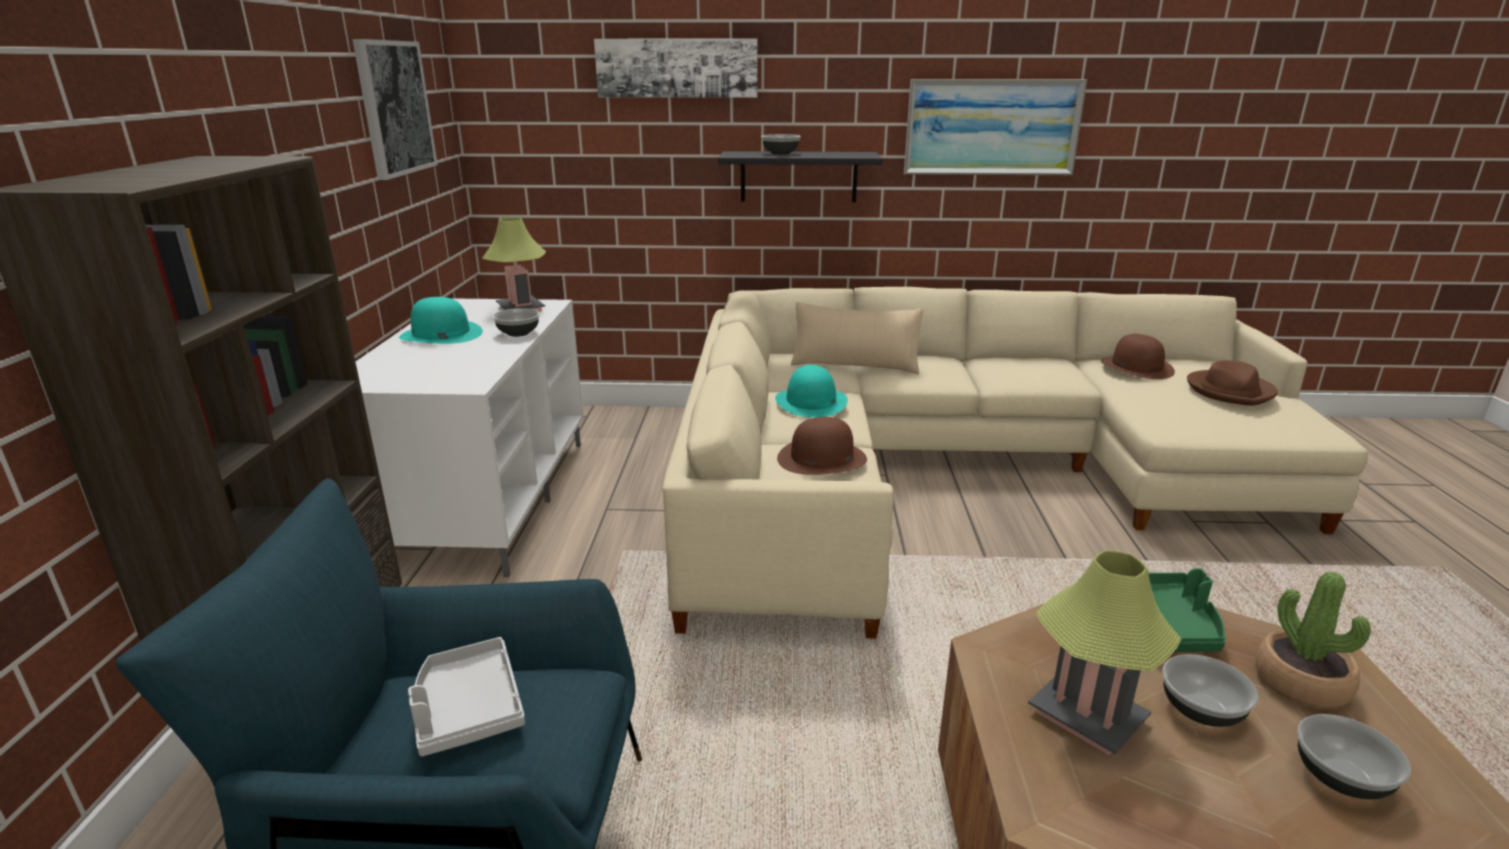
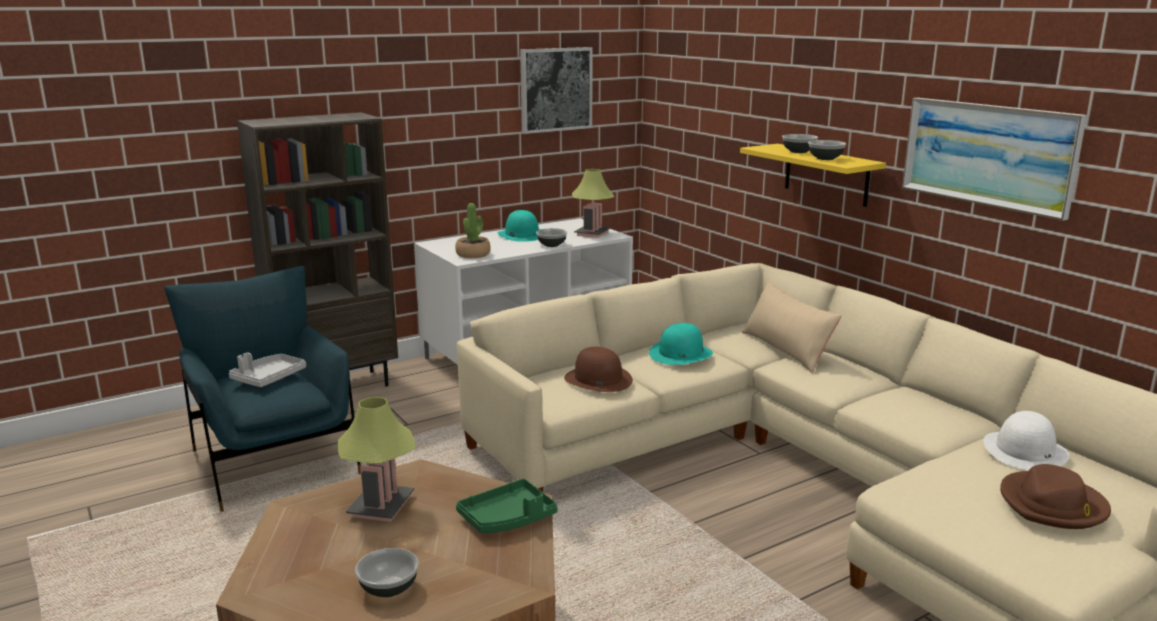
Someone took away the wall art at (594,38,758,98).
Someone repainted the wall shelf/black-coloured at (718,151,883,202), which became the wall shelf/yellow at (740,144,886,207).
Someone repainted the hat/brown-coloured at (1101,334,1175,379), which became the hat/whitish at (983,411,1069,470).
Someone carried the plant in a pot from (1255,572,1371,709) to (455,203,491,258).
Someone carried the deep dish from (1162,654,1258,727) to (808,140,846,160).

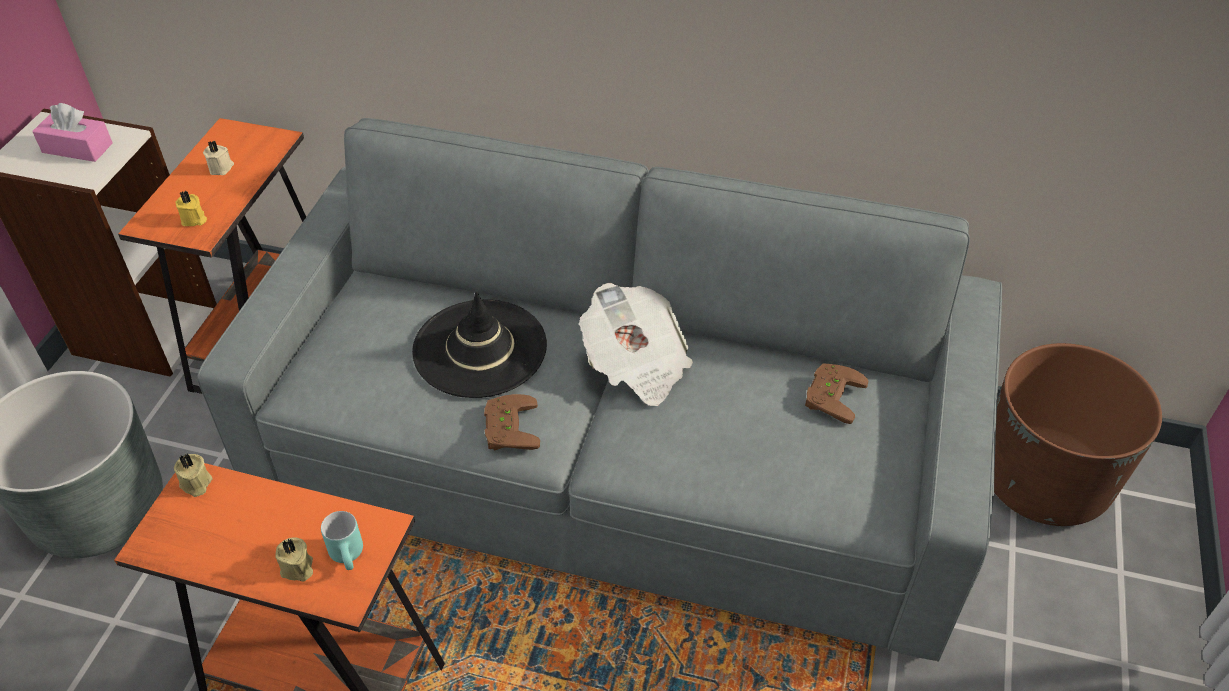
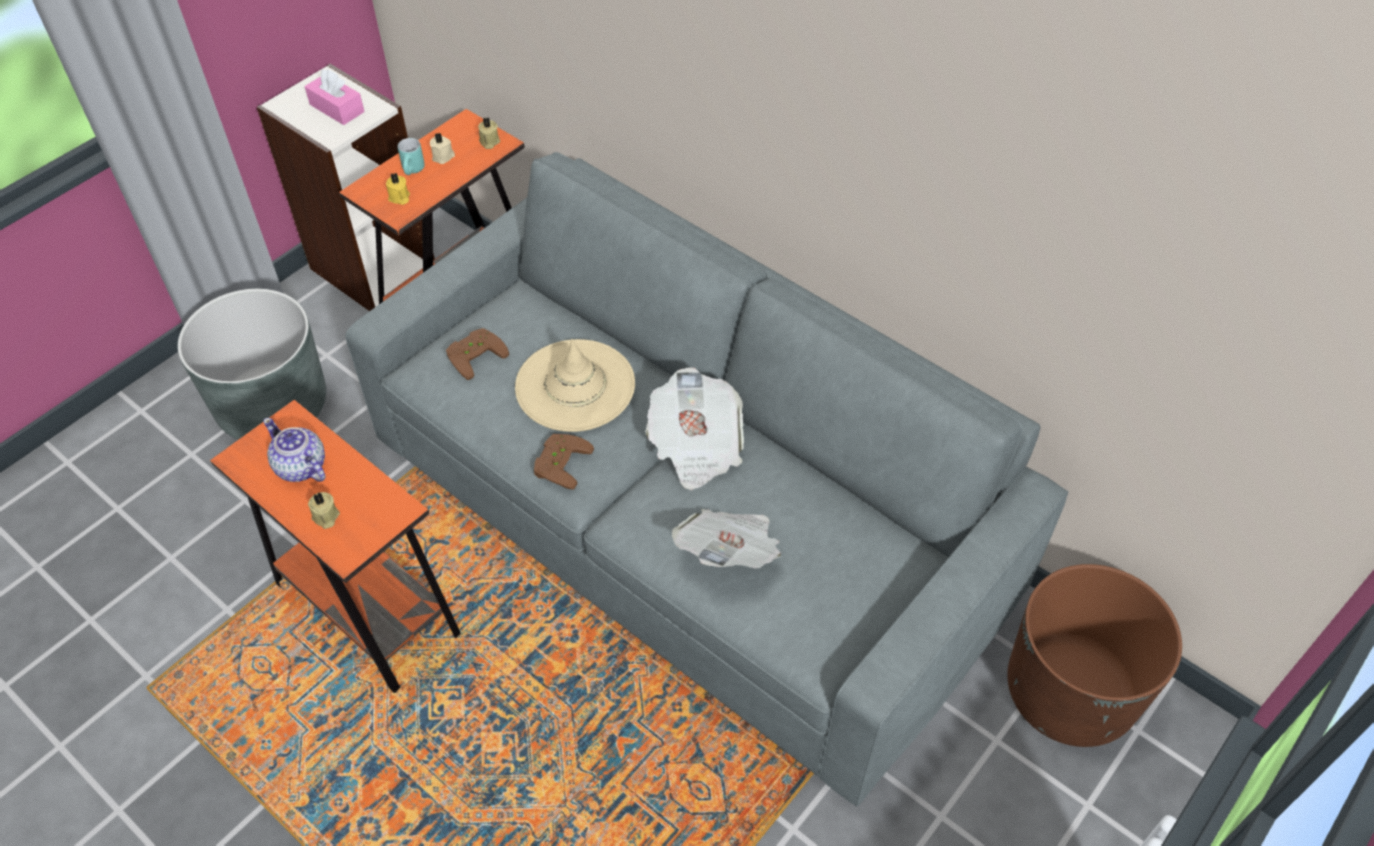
Someone repainted the hat/black-coloured at (412,291,547,398), which became the hat/beige-coloured at (515,339,635,432).
Someone carried the gamepad/brown-coloured from (805,363,868,424) to (446,328,509,380).
Someone carried the candle/beige-coloured from (174,453,212,497) to (478,117,500,149).
Someone carried the tea mug/turquoise-coloured from (321,511,363,570) to (398,138,425,175).
Someone put down the pot for tea at (263,418,326,482).
Someone put down the daily paper at (672,509,781,568).

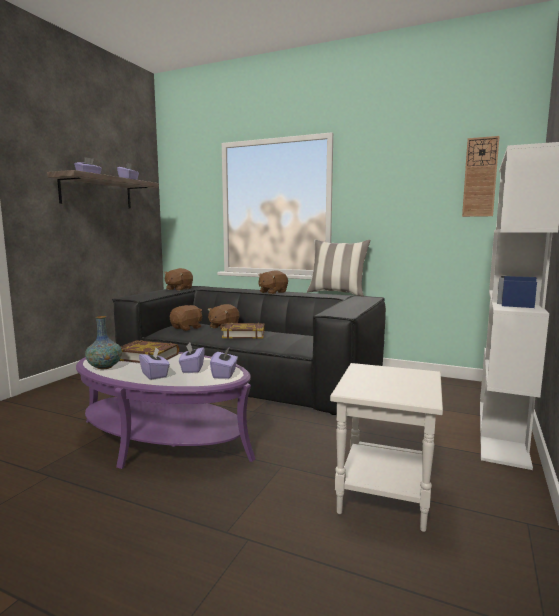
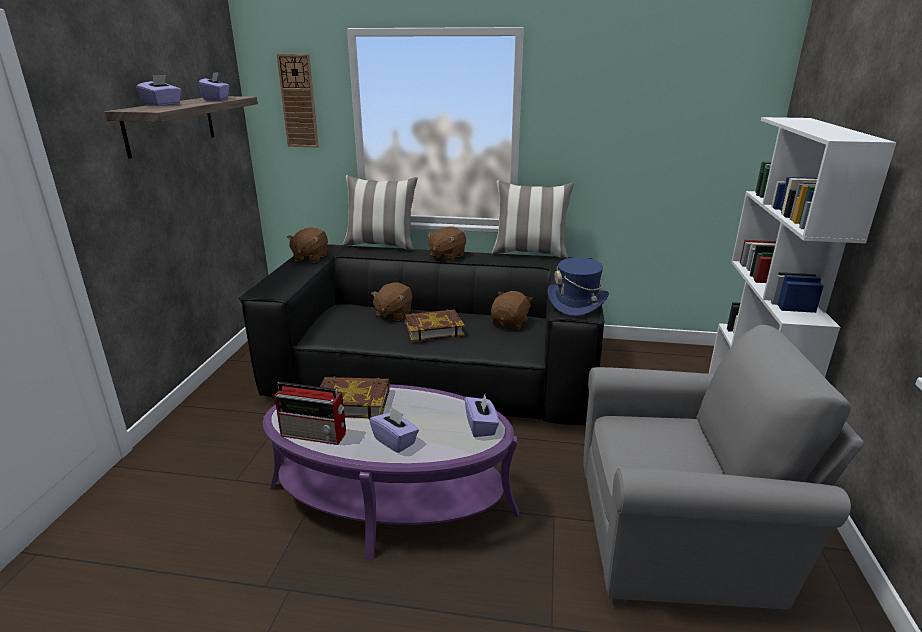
Someone carried the clock on the wall from (462,136,500,217) to (277,54,319,147).
Someone carried the cuddly toy/brown-coloured from (170,305,202,331) to (491,291,533,330).
Someone swapped the decorative vase at (85,316,122,369) for the radio receiver at (274,382,346,445).
Someone took away the tissue box/purplish at (179,343,205,373).
Someone swapped the end table/whitish at (330,363,443,532) for the easy chair/grey at (583,325,864,614).
Someone put down the pillow at (343,175,417,251).
Someone put down the hat/bluish at (548,257,609,316).

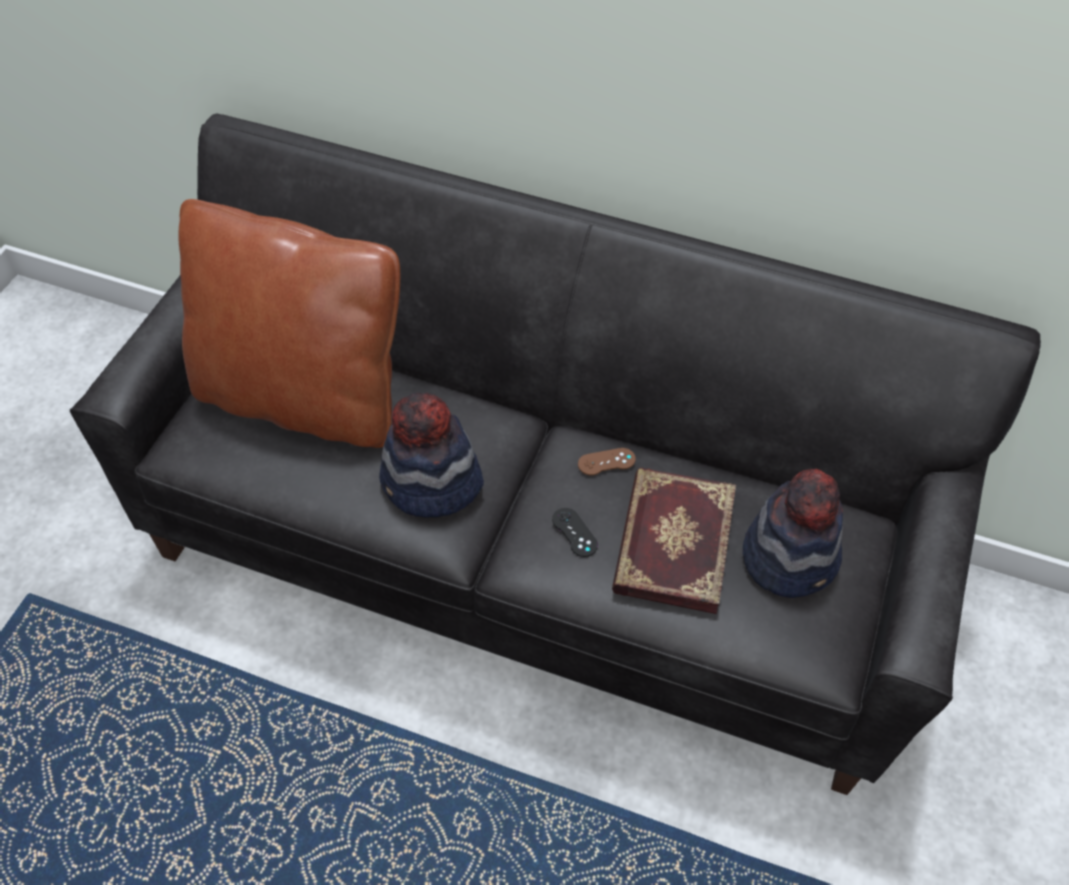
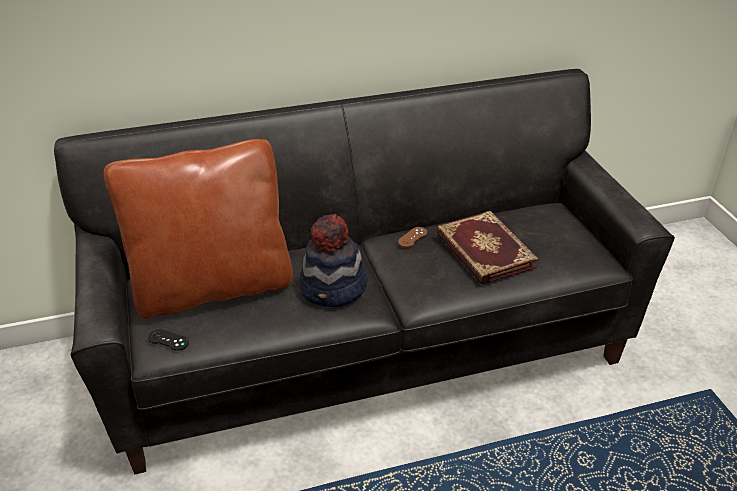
Someone took away the hat at (743,469,843,598).
Someone carried the gamepad/black-coloured from (552,508,598,557) to (148,329,189,351).

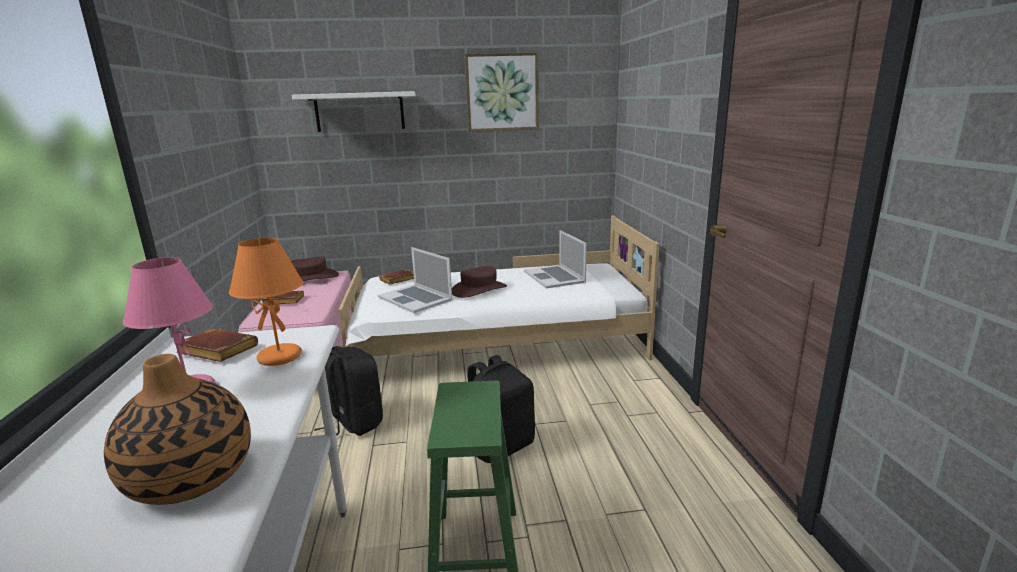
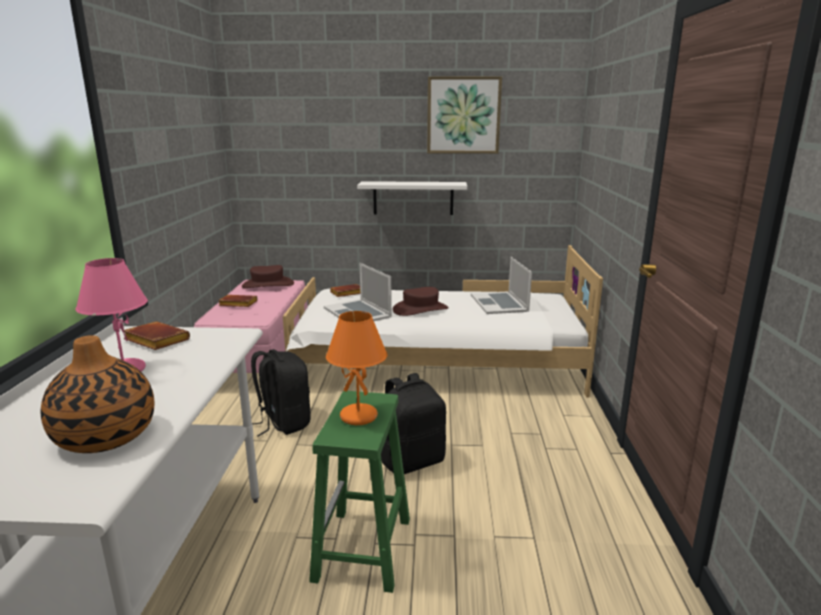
Someone carried the wall shelf/whitish from (292,91,416,132) to (357,181,467,215).
Someone carried the lamp for a table/orange-coloured from (229,237,303,366) to (326,311,387,425).

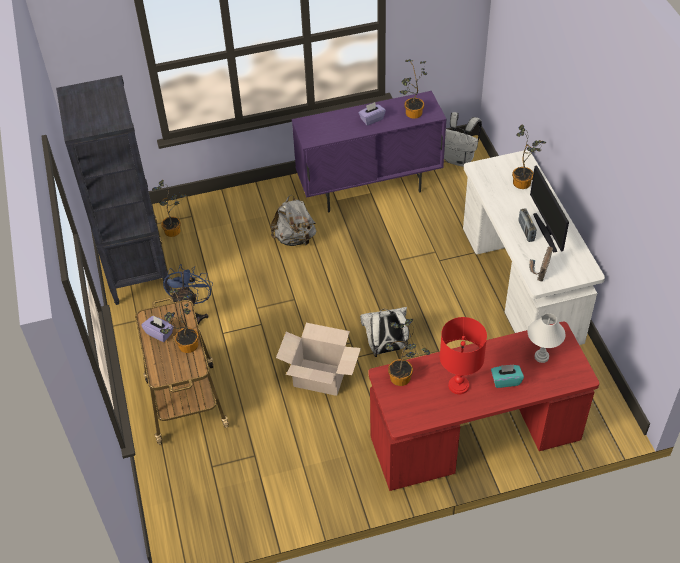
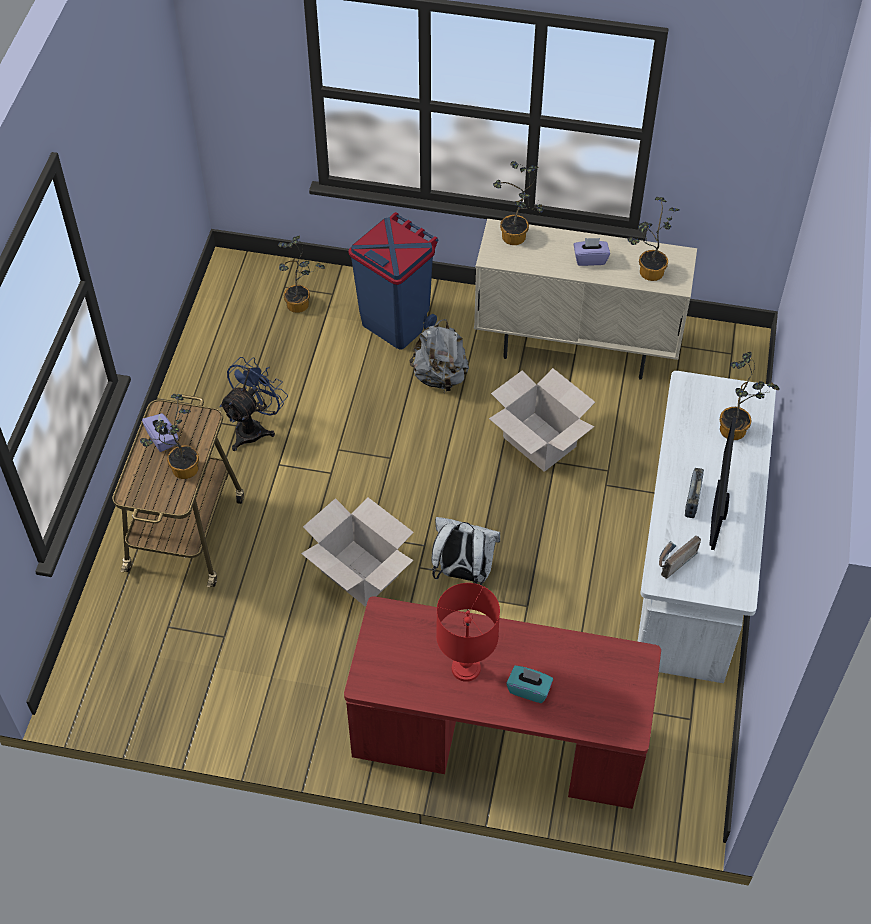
Someone took away the bookcase/black-coloured at (56,75,171,305).
Someone repainted the cupboard/purplish at (292,91,447,212), which became the cupboard/beige-coloured at (474,219,697,380).
Someone took away the backpack/whitish at (444,112,482,167).
Someone took away the lamp for a table/whitish at (528,313,565,363).
Someone carried the plant in a pot from (385,319,430,386) to (493,161,544,245).
Someone put down the trash can/bluish at (348,212,438,349).
Someone put down the cardboard box at (489,368,595,472).

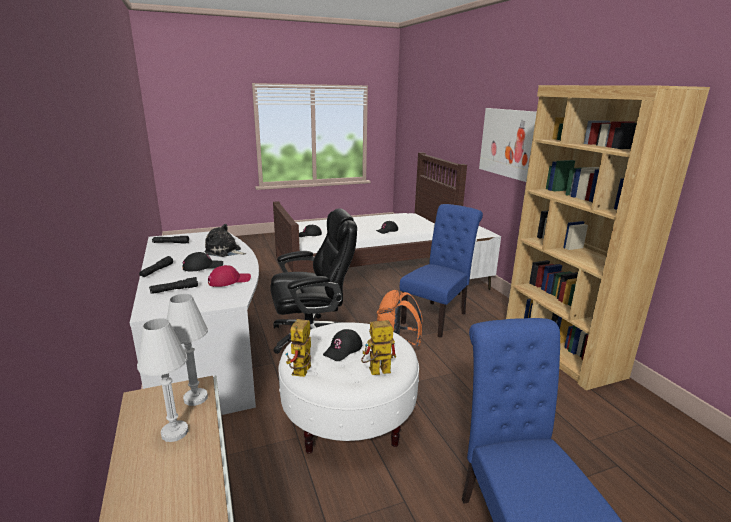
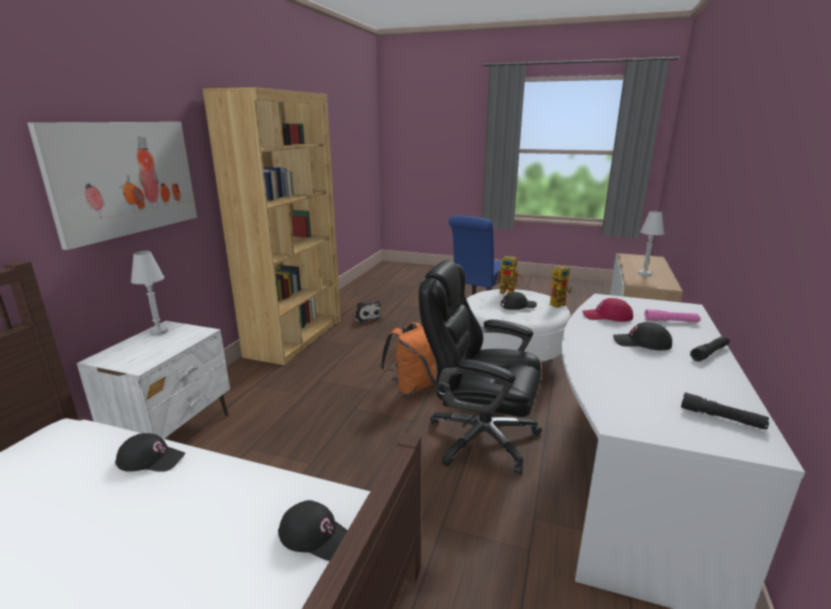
Someone took away the upright chair/bluish at (400,204,483,338).
Someone carried the cuddly toy from (204,224,246,257) to (354,301,381,323).
Someone repainted the hand torch/black-coloured at (149,277,198,294), which became the hand torch/pink at (644,309,701,322).
Someone carried the lamp for a table/whitish from (167,294,208,406) to (131,251,168,335).

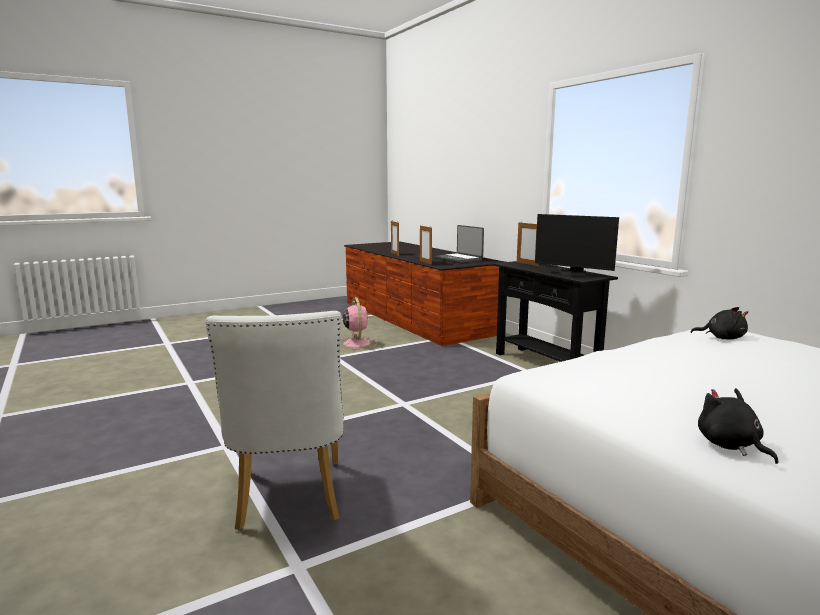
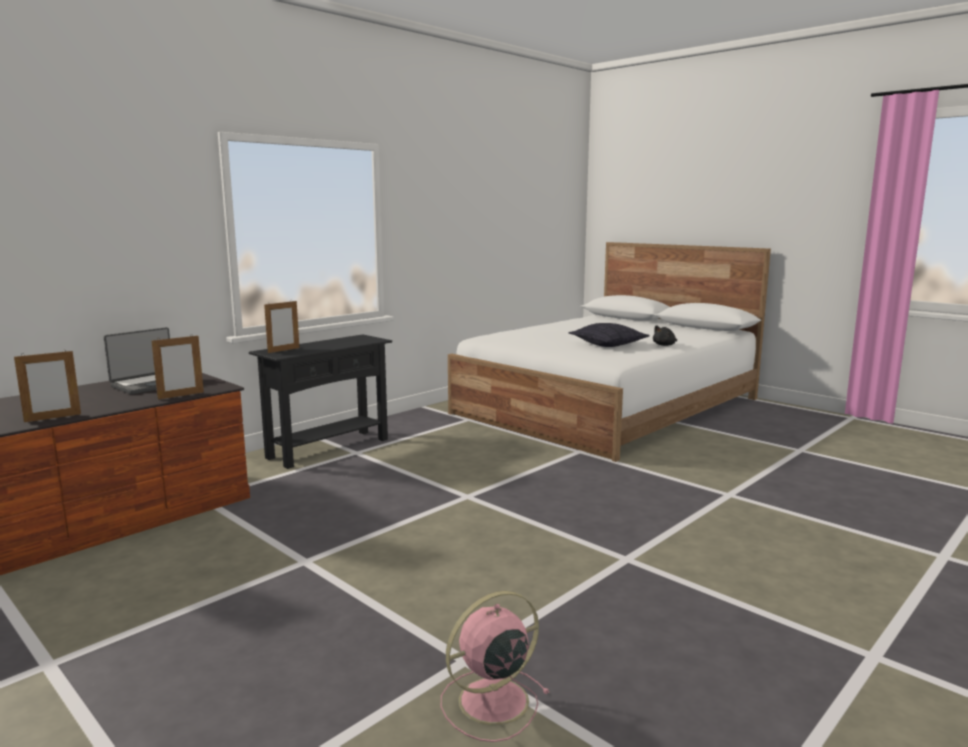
Someone took away the monitor at (535,214,619,276).
Someone carried the cooling fan/pink from (340,297,377,350) to (441,591,550,742).
Someone took away the cuddly toy/black-coloured at (691,307,748,340).
Someone took away the upright chair/whitish at (206,311,344,530).
Someone put down the pillow at (569,323,650,347).

